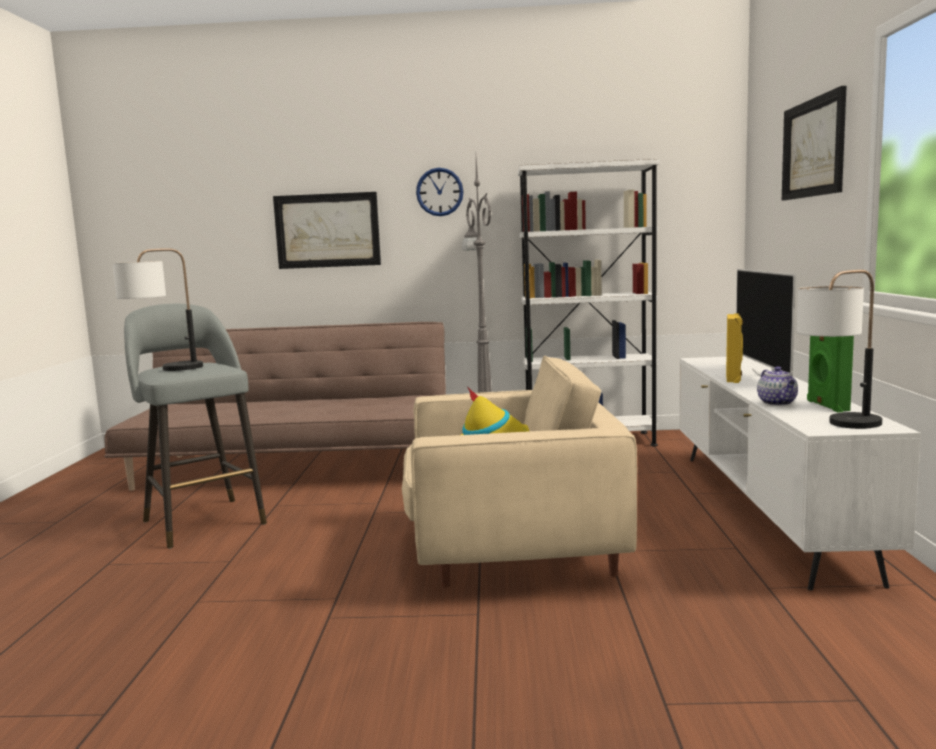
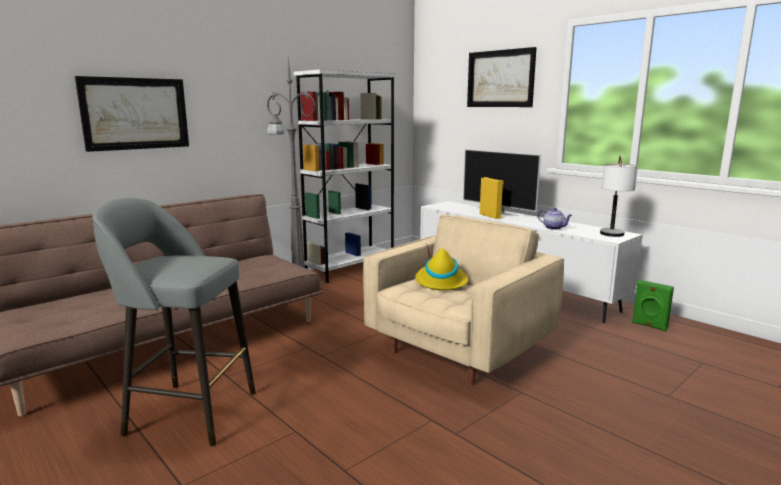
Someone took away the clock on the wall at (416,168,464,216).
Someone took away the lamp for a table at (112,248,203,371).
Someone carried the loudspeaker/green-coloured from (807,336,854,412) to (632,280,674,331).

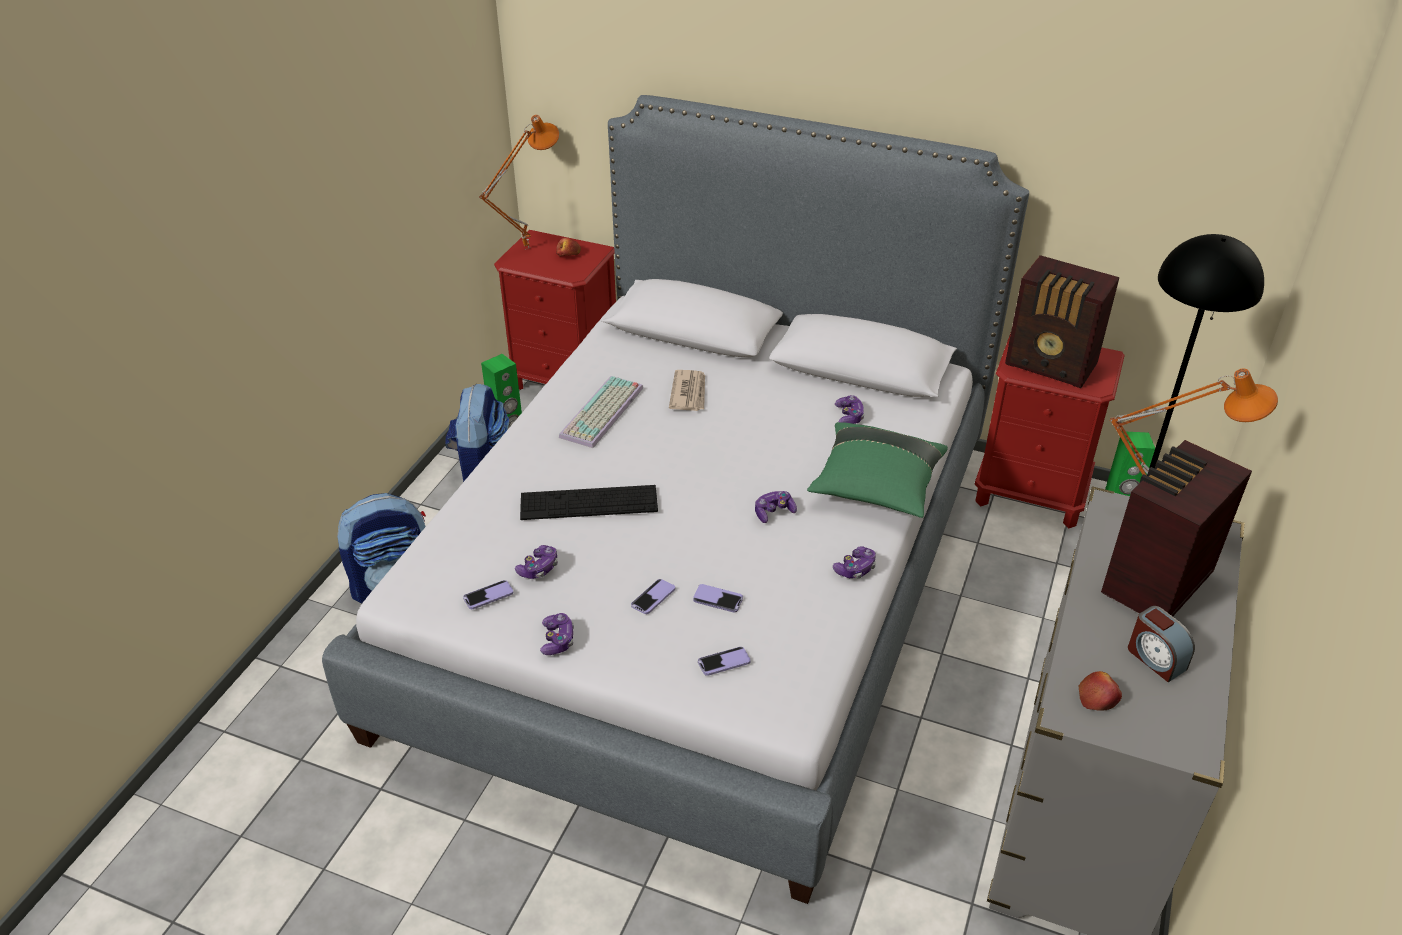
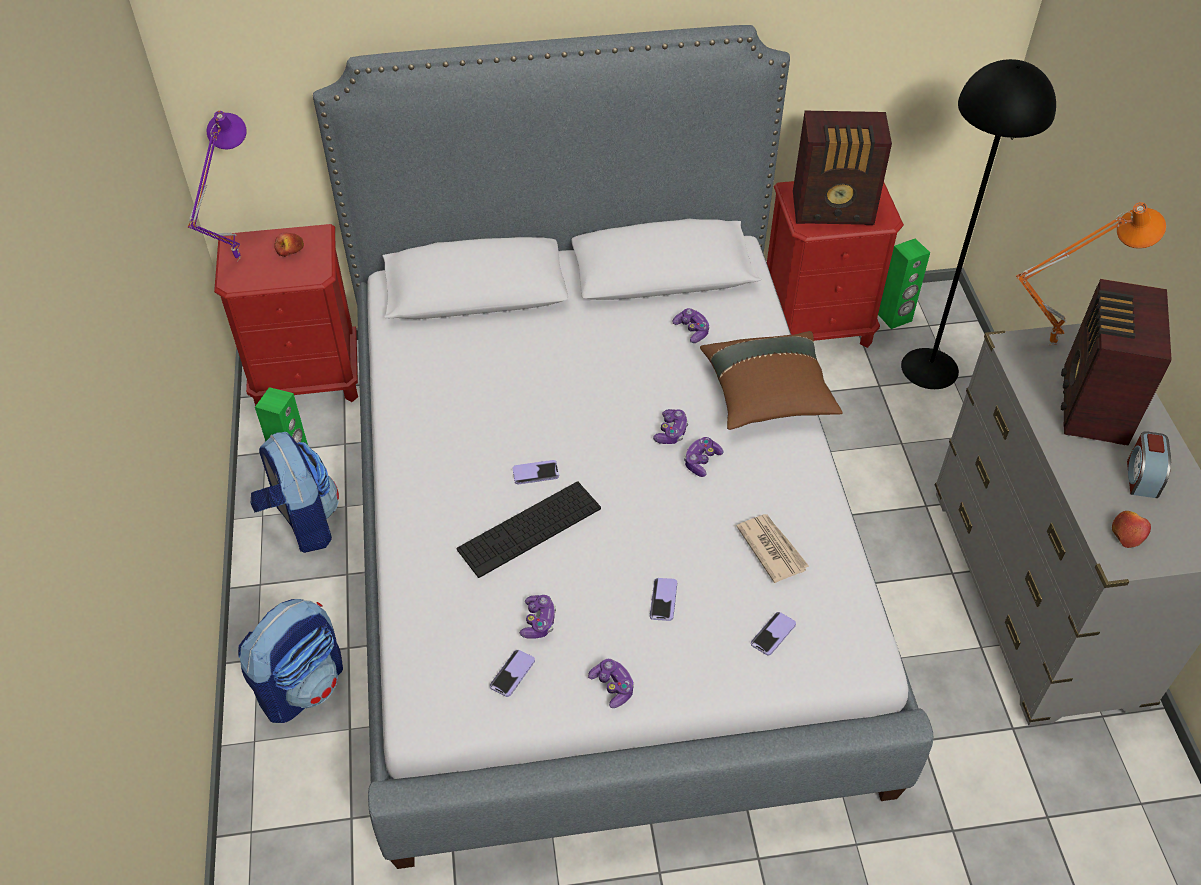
Someone repainted the lamp for a table/orange-coloured at (479,115,559,250), which became the lamp for a table/purplish at (188,111,247,262).
Someone carried the daily paper from (669,370,705,411) to (736,514,809,583).
Someone took away the computer keyboard at (559,376,643,448).
Someone repainted the pillow/green-coloured at (807,422,948,518), which became the pillow/brown-coloured at (700,331,843,430).
Someone carried the gamepad from (833,546,876,578) to (653,409,689,444).
Someone carried the phone from (693,584,743,613) to (513,460,559,484).
Someone rotated the alarm clock at (1128,606,1195,682) by 75 degrees clockwise.

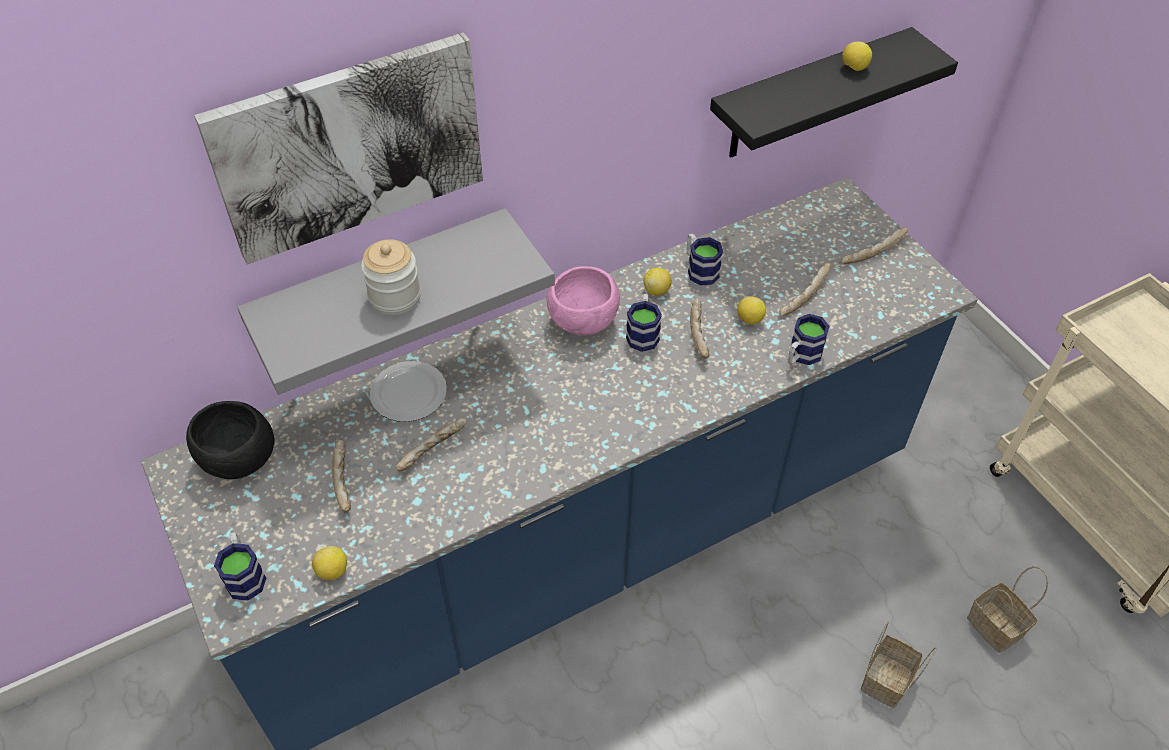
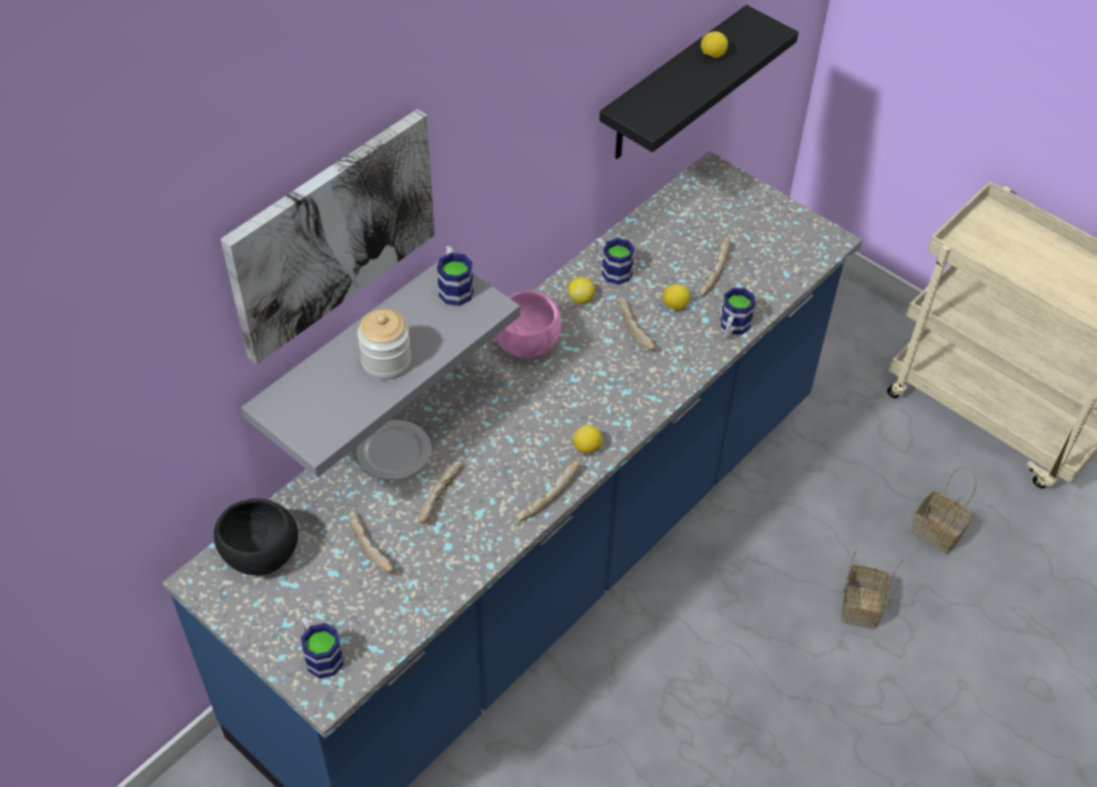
Someone carried the baked bread from (841,227,908,264) to (516,460,580,521).
Someone carried the tea mug from (626,294,662,352) to (437,246,474,306).
Someone carried the whole lemon from (312,546,347,580) to (573,425,602,453).

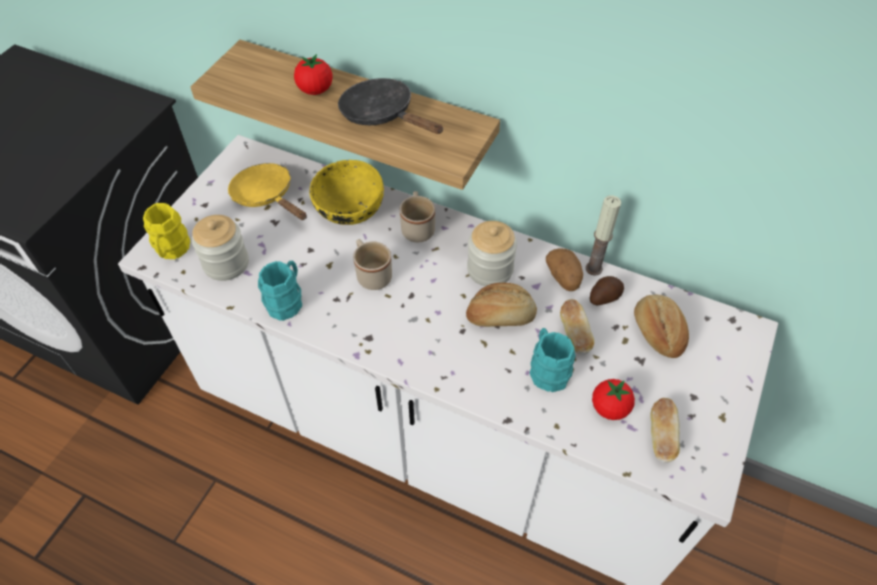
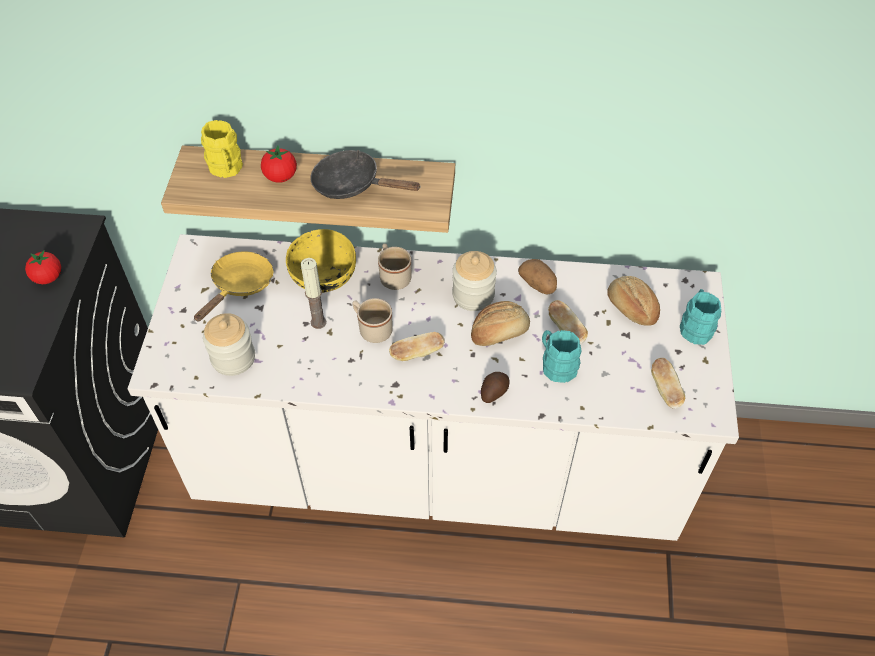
Someone rotated the skillet/yellow at (228,163,307,220) by 90 degrees clockwise.
Someone carried the candle from (586,195,621,276) to (301,258,326,329).
Someone carried the tea mug/yellow from (143,203,190,259) to (201,120,243,178).
Someone carried the tea mug/turquoise-coloured from (258,261,302,321) to (680,289,721,345).
Someone carried the whole potato from (590,276,624,305) to (481,372,510,403).
Someone carried the tomato from (592,379,635,420) to (25,250,61,284).
Someone put down the baked bread at (389,332,445,361).

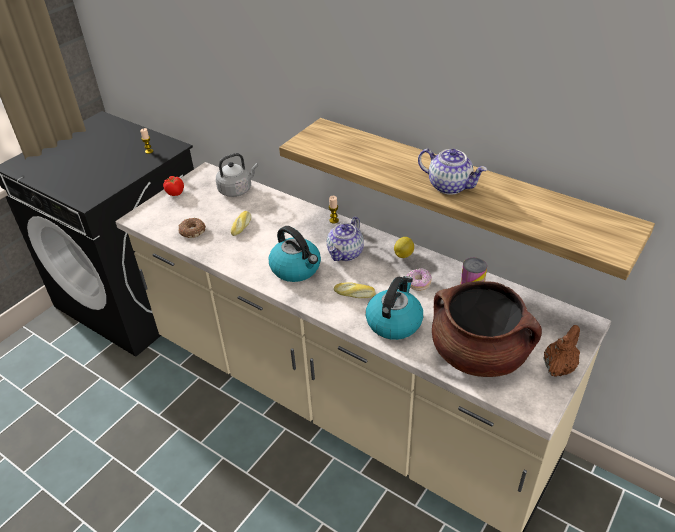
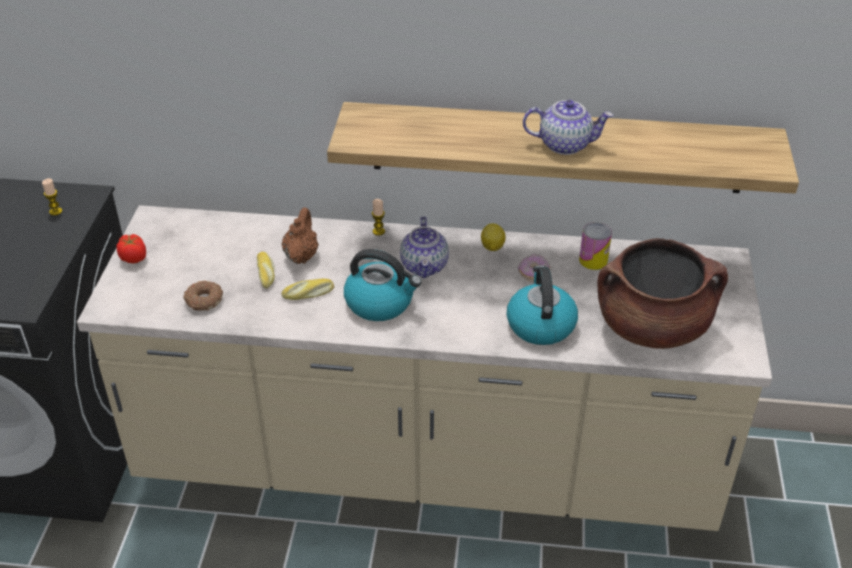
Someone took away the water kettle/grey at (216,153,258,197).
Someone carried the baked bread from (334,282,376,298) to (282,278,334,300).
Someone carried the pot for tea/brown-coloured from (544,325,580,377) to (282,207,319,264).

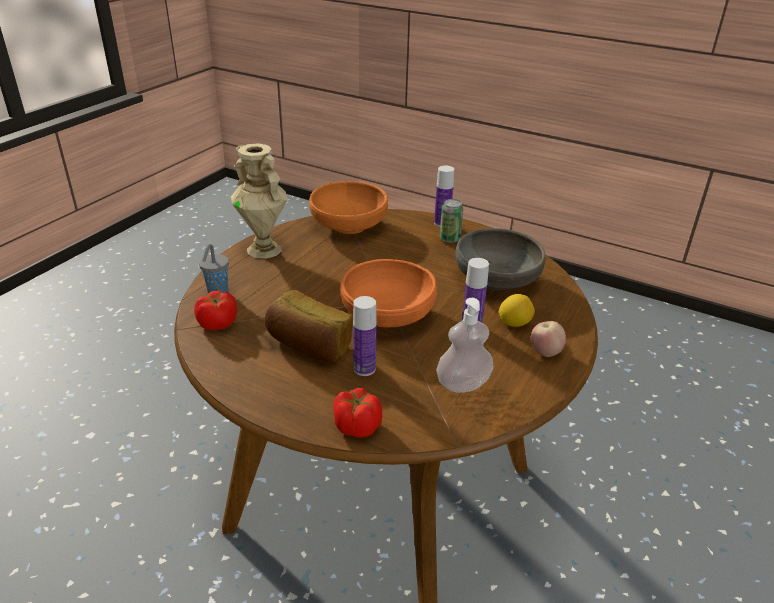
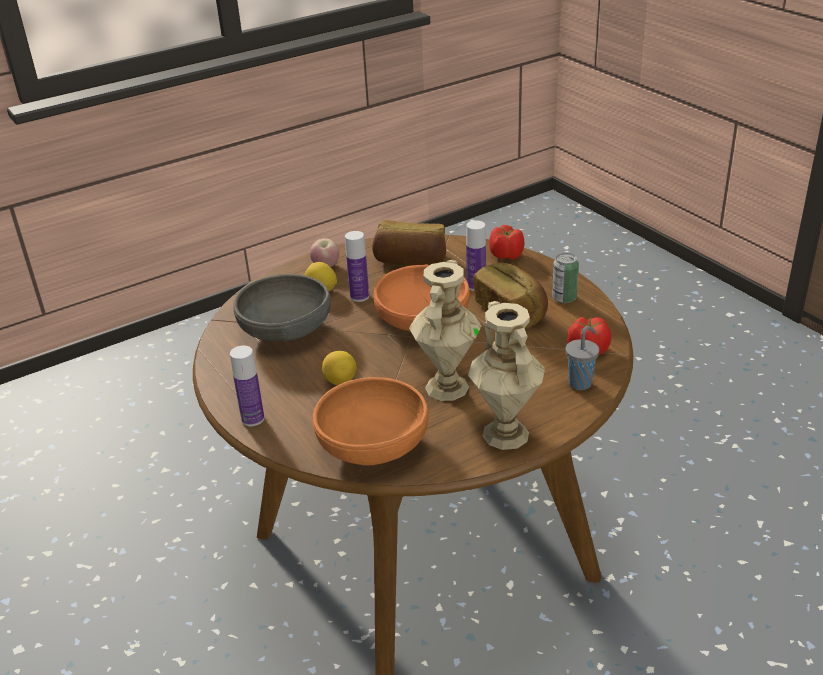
Someone carried the can from (440,199,463,243) to (552,253,579,303).
Someone swapped the soap dispenser at (436,298,494,393) for the baked bread at (372,220,446,266).
Someone put down the decorative vase/beige-coloured at (409,260,481,401).
Someone put down the whole lemon at (322,351,356,385).

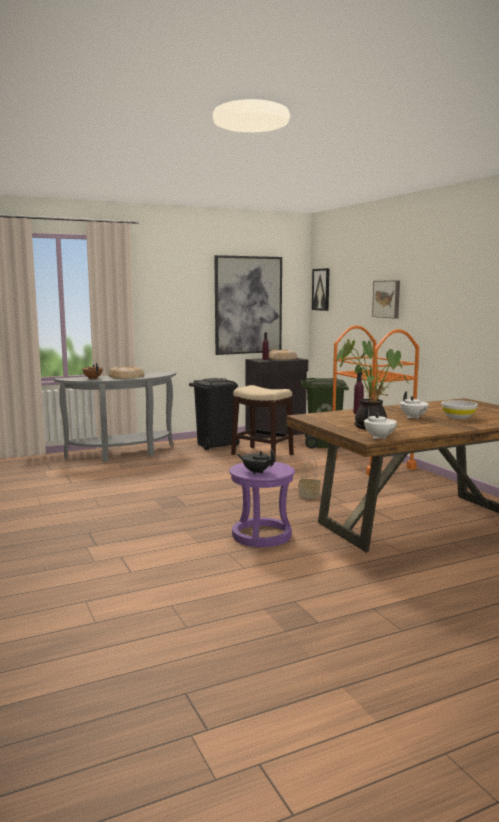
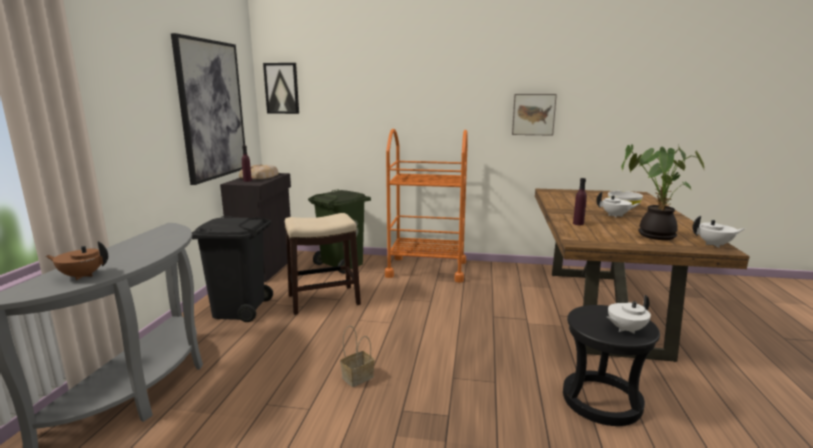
Someone carried the wall art from (372,280,400,318) to (512,94,557,136).
Someone took away the baked bread at (108,366,145,379).
Someone repainted the pot for tea/black-coloured at (237,449,275,474), which became the pot for tea/whitish at (607,295,651,334).
Someone carried the storage basket from (298,457,320,499) to (340,326,375,387).
Someone repainted the sitting stool/purplish at (229,462,295,547), which became the sitting stool/black-coloured at (563,305,660,426).

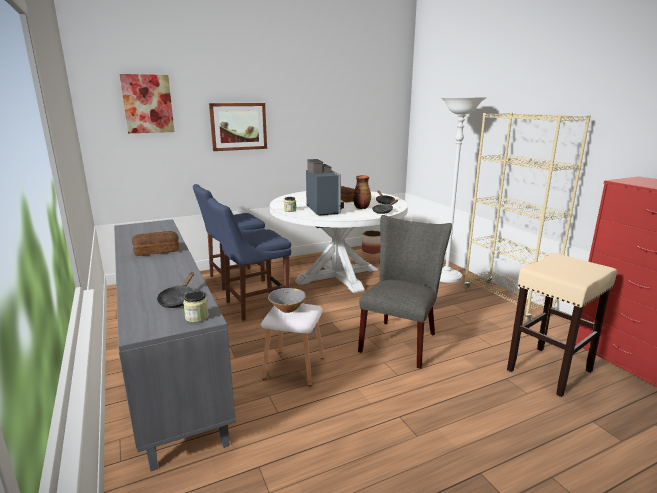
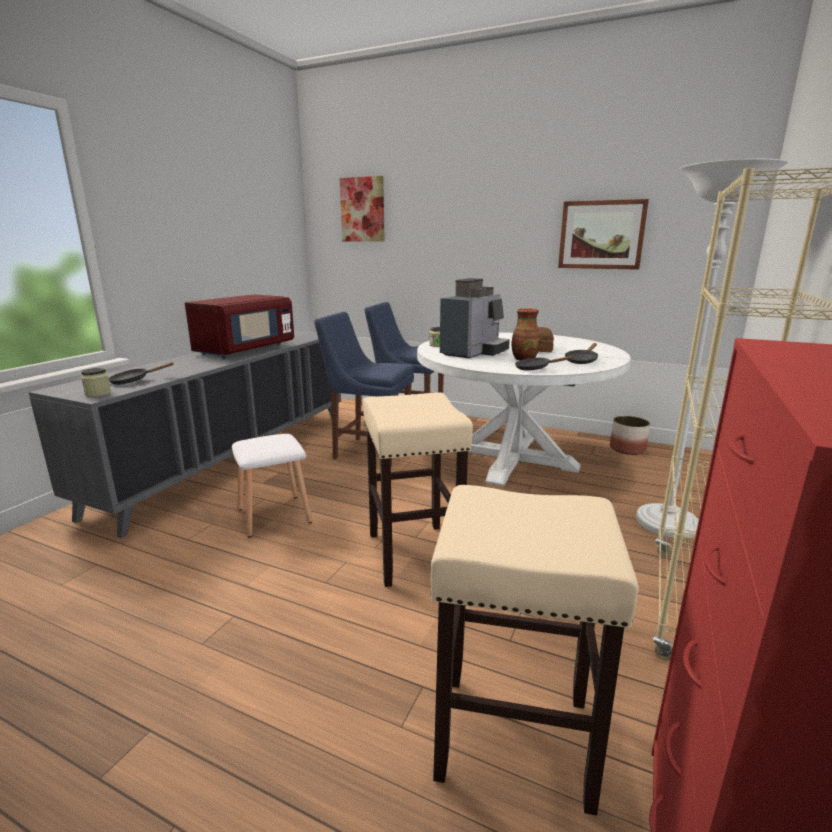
Someone carried the wall art from (209,103,267,151) to (558,199,649,270).
Someone swapped the upright chair/grey at (358,215,452,369) for the sitting stool/beige-coloured at (363,392,473,587).
Someone swapped the baked bread at (132,231,179,256) for the microwave oven/red-coloured at (185,294,294,358).
Someone took away the deep dish/grey at (268,288,306,313).

